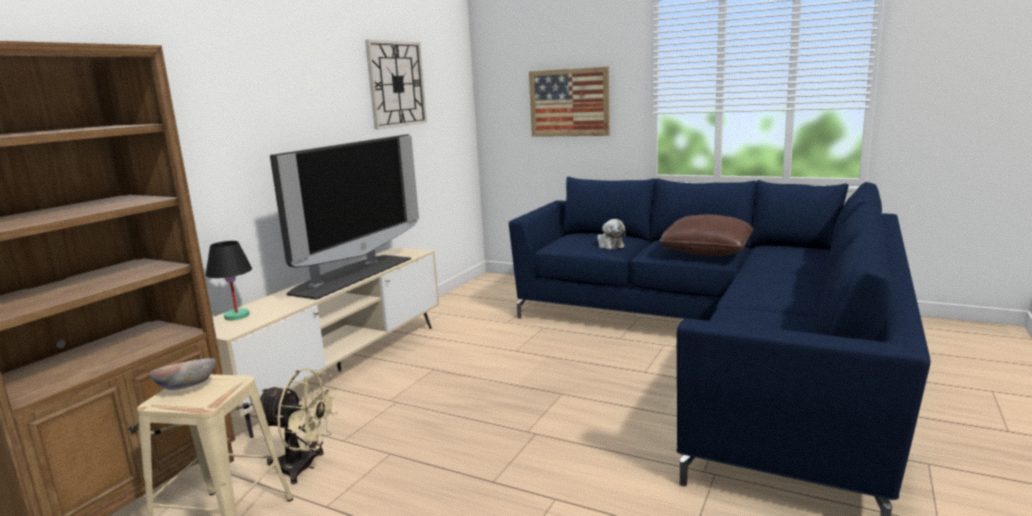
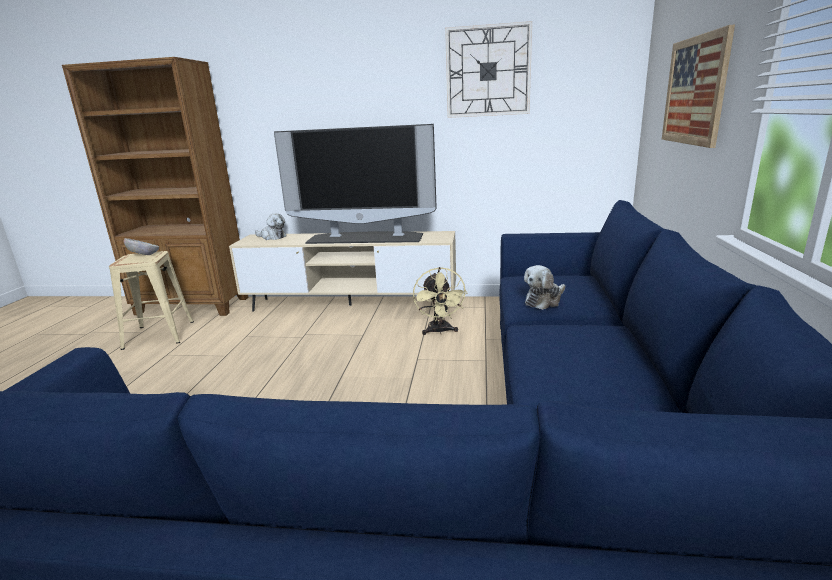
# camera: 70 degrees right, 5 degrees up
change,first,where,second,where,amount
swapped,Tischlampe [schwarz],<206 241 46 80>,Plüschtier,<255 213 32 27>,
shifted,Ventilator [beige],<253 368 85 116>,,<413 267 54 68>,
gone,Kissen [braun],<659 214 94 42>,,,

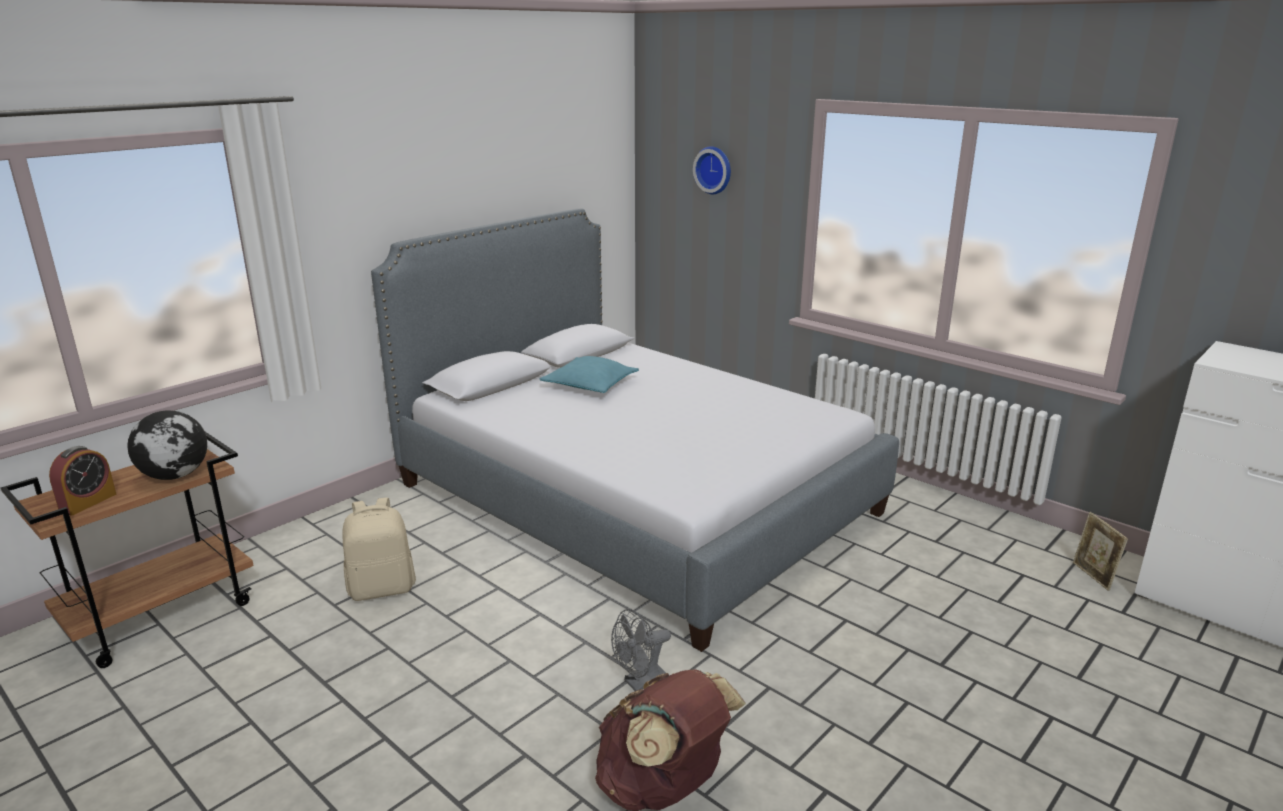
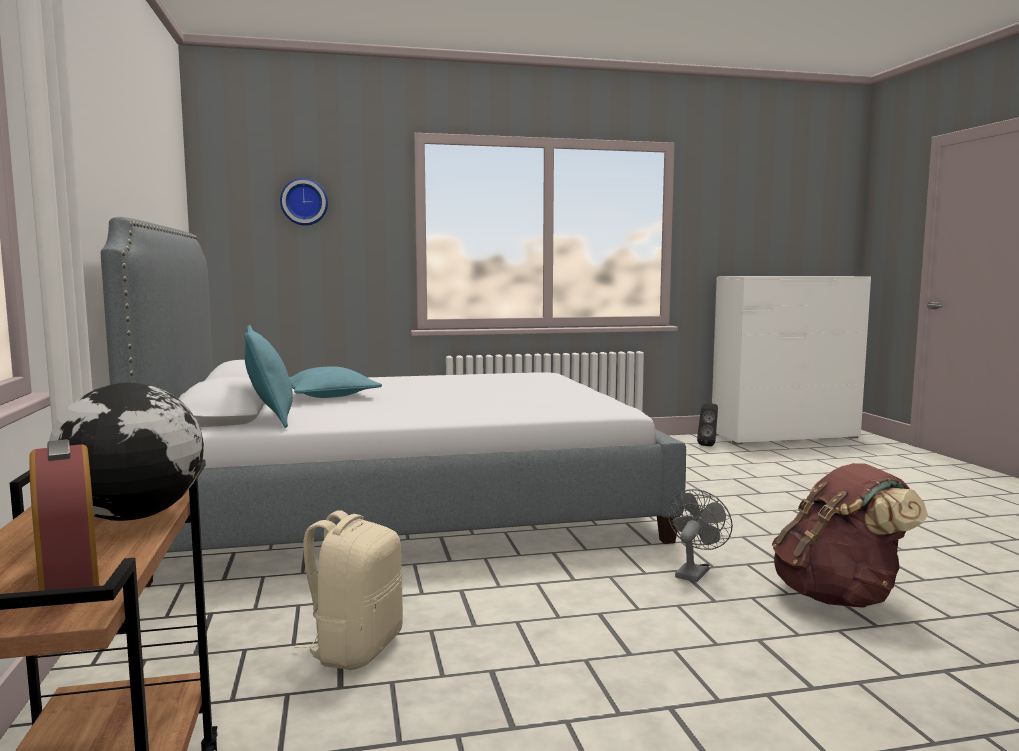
# camera: 55 degrees left, 15 degrees down
change,first,where,second,where,amount
new,,,Kissen [türkis],<245 325 48 103>,
rotated,Ventilator [grau],<611 609 60 82>,,<668 489 65 93>,150 degrees counterclockwise
swapped,Bilderrahmen,<1073 512 55 79>,Lautsprecher [schwarz],<697 403 21 43>,

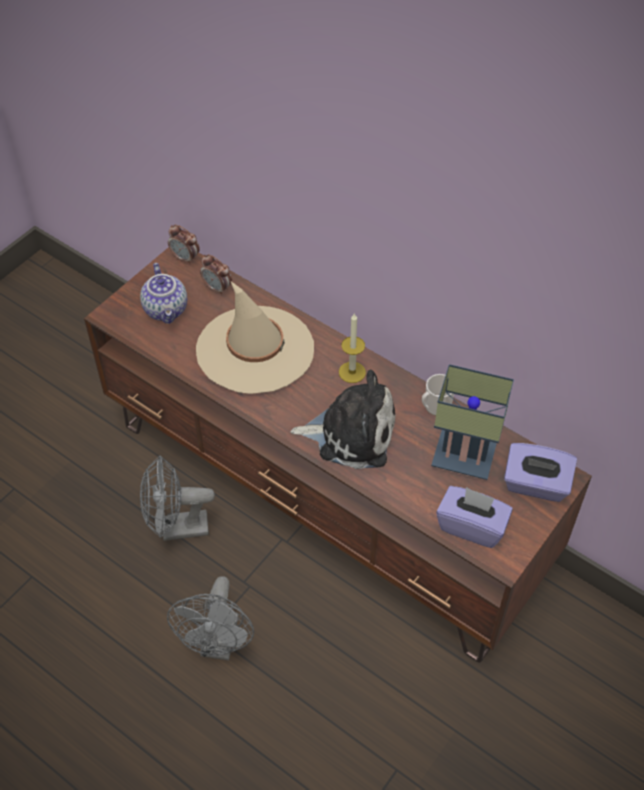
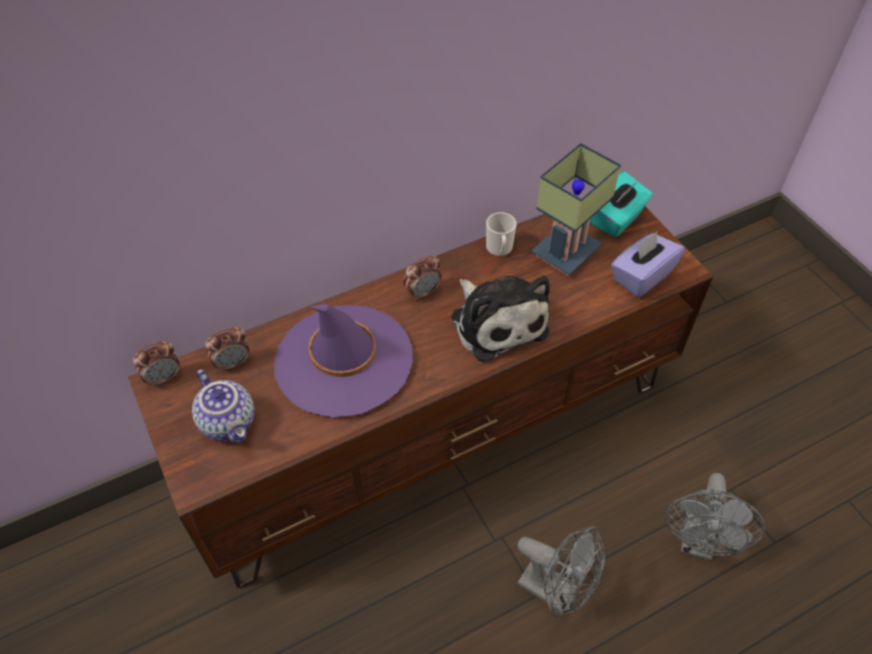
# camera: 65 degrees left, 0 degrees up
change,first,where,second,where,amount
rotated,Teekanne,<140 263 47 61>,,<192 369 63 74>,45 degrees clockwise
repainted,Hut [beige],<196 282 118 112>,Hut [lila],<274 304 139 113>,
swapped,Kerze,<339 313 27 70>,Wecker,<403 255 38 46>,
rotated,Plüschtier,<291 369 105 100>,,<451 276 99 86>,120 degrees clockwise
repainted,Taschentuchbox [lila],<504 443 73 59>,Taschentuchbox [türkis],<590 171 63 66>,
shifted,Ventilator [grau],<140 455 75 86>,,<666 473 99 88>,

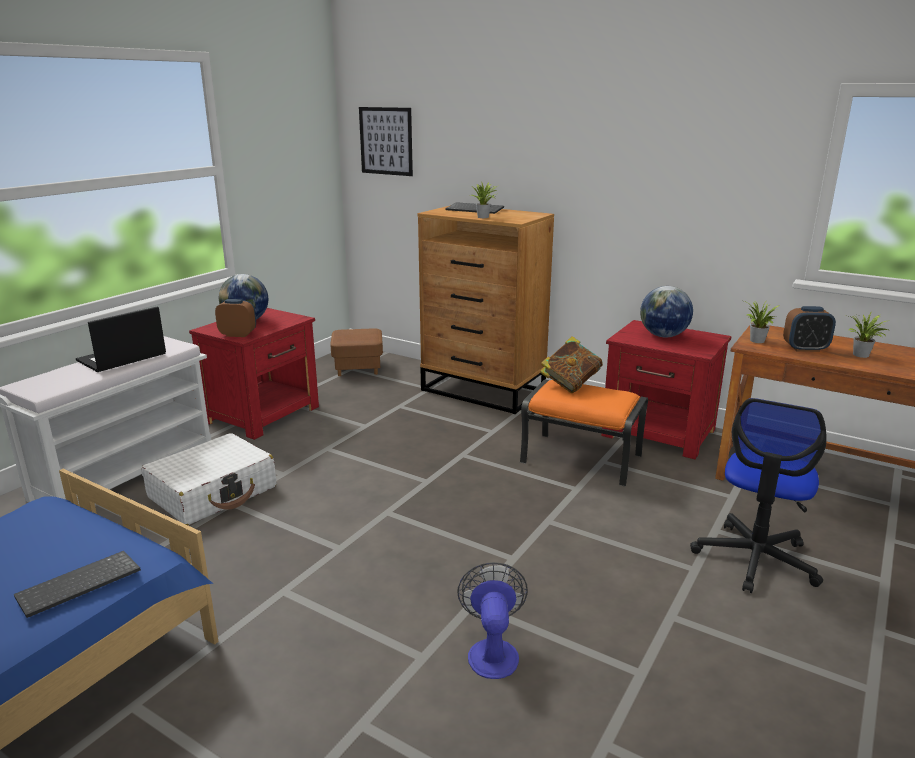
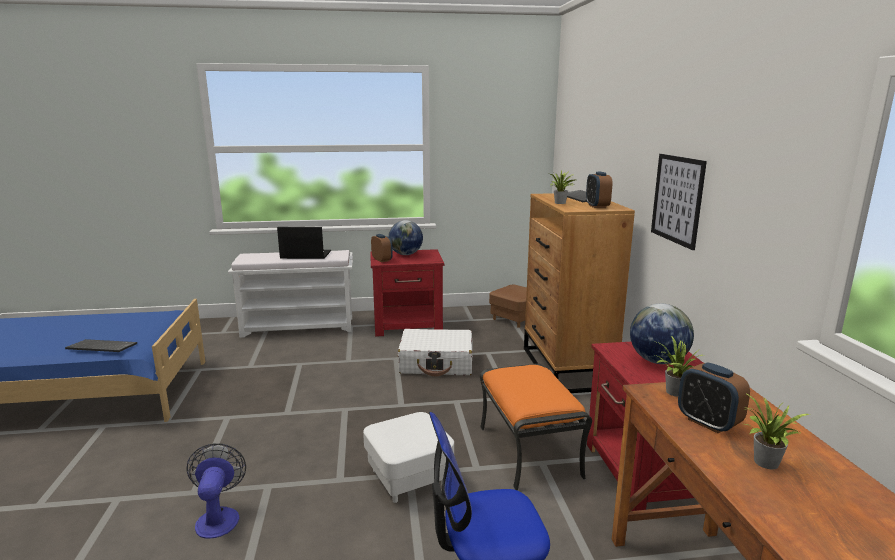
# camera: 50 degrees right, 5 degrees down
change,first,where,second,where,amount
rotated,Ventilator,<457 562 71 117>,,<186 443 60 96>,60 degrees counterclockwise
new,,,Polsterhocker [weiß],<363 412 91 91>,
shifted,Koffer [weiß],<141 433 135 92>,,<398 329 75 47>,
new,,,Wecker,<586 172 26 36>,
shifted,Bild,<359 107 54 69>,,<651 154 56 96>,
gone,Buch,<540 336 63 57>,,,

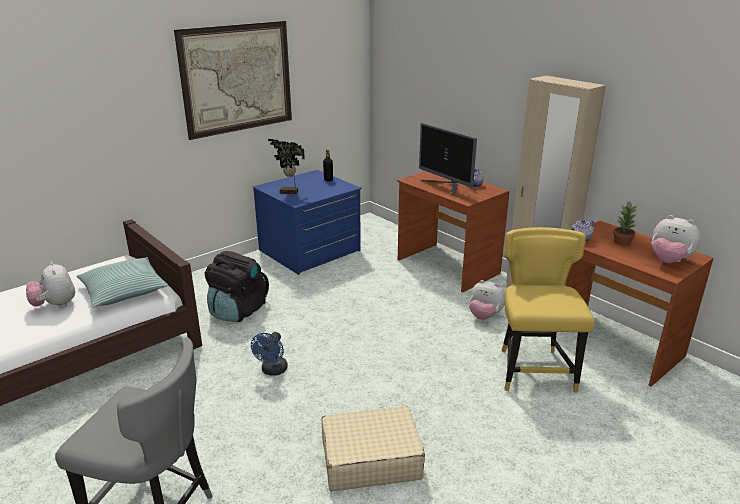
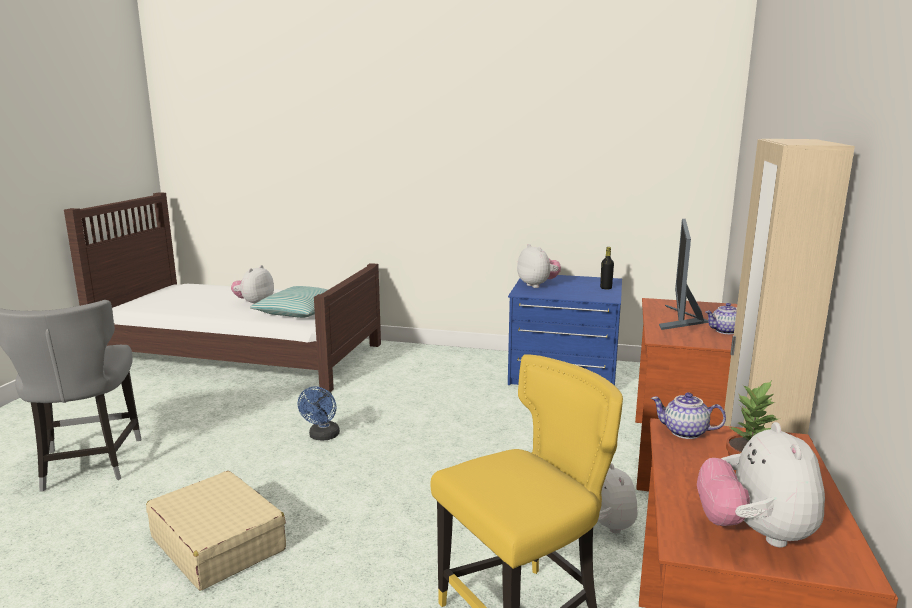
# camera: 55 degrees right, 10 degrees down
change,first,where,second,where,amount
rotated,Ventilator [blau],<251 332 37 44>,,<298 387 42 53>,60 degrees counterclockwise
swapped,Topfpflanze,<268 139 37 55>,Plüschtier,<517 244 44 44>,
gone,Bild,<174 21 118 119>,,,
gone,Rucksack [schwarz],<205 251 64 71>,,,

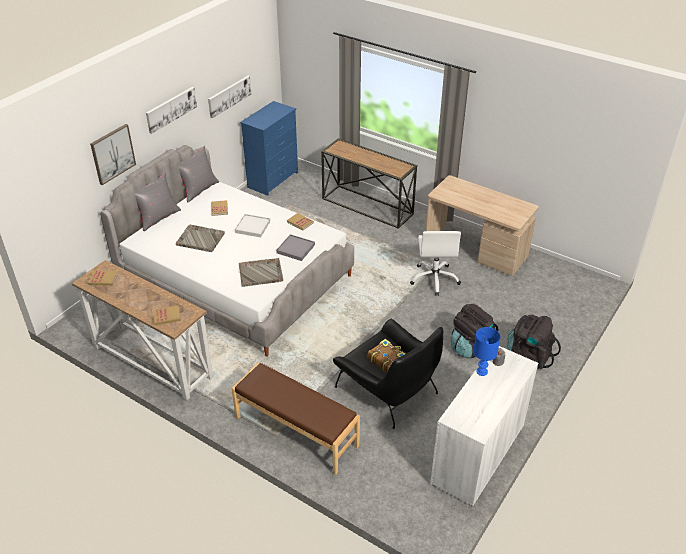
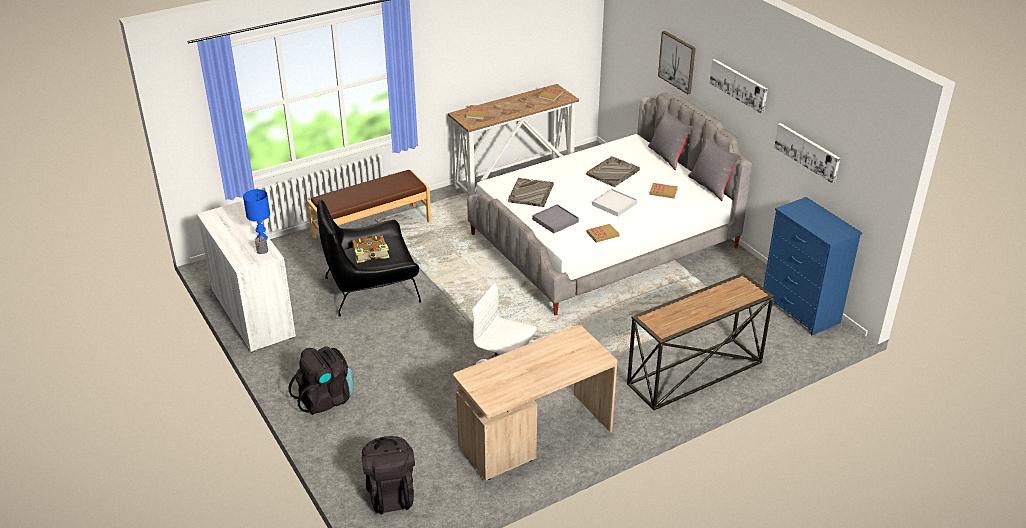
# camera: 115 degrees right, 5 degrees down
change,first,where,second,where,amount
shifted,Rucksack [schwarz],<451 304 47 54>,,<362 436 53 79>,

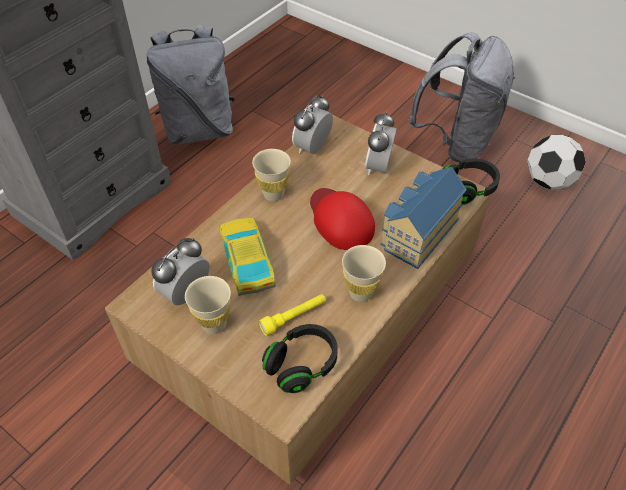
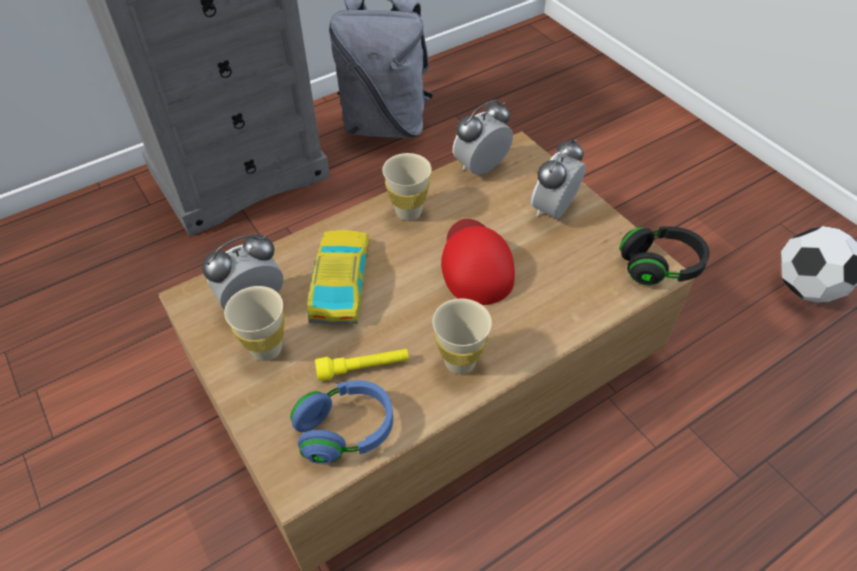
# camera: 20 degrees right, 0 degrees up
change,first,where,second,where,amount
repainted,Kopfhörer [schwarz],<262 324 76 69>,Kopfhörer [blau],<290 380 103 84>,
gone,Spielzeughaus,<380 167 87 102>,,,
gone,Rucksack [grau],<408 32 107 131>,,,

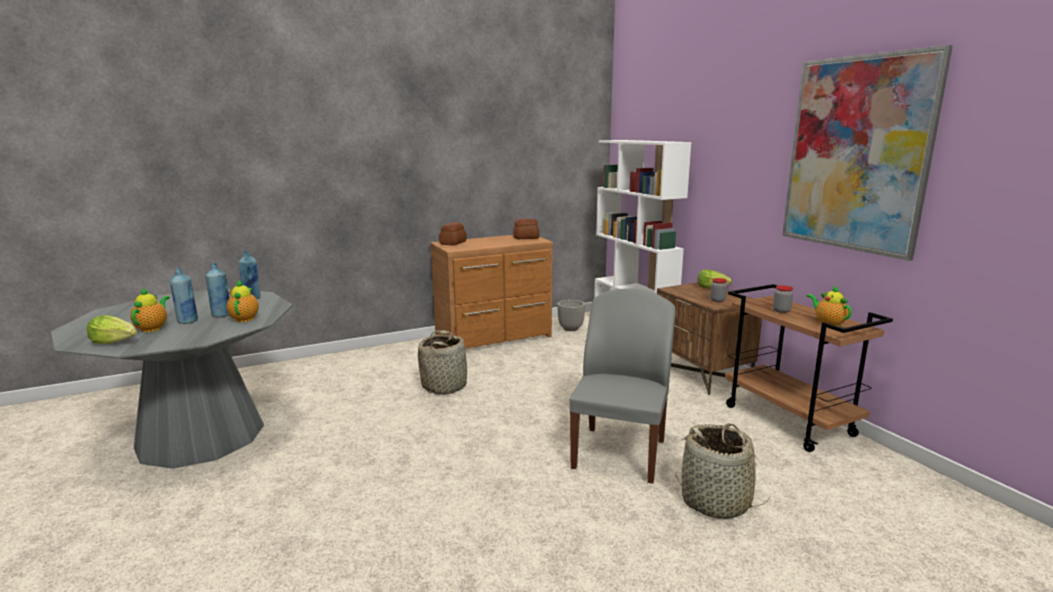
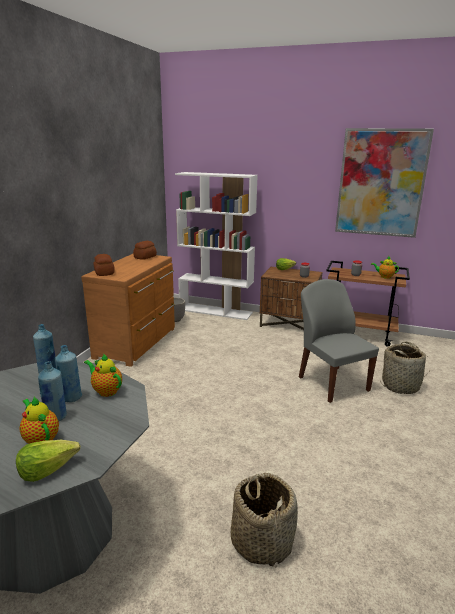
# camera: 45 degrees left, 5 degrees up
change,first,where,second,where,amount
shifted,Korb,<418 330 49 65>,,<231 473 67 94>,

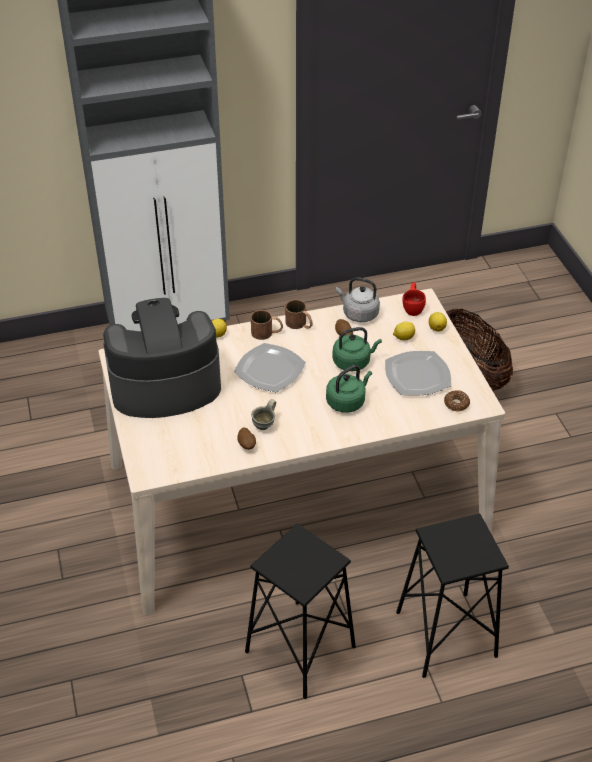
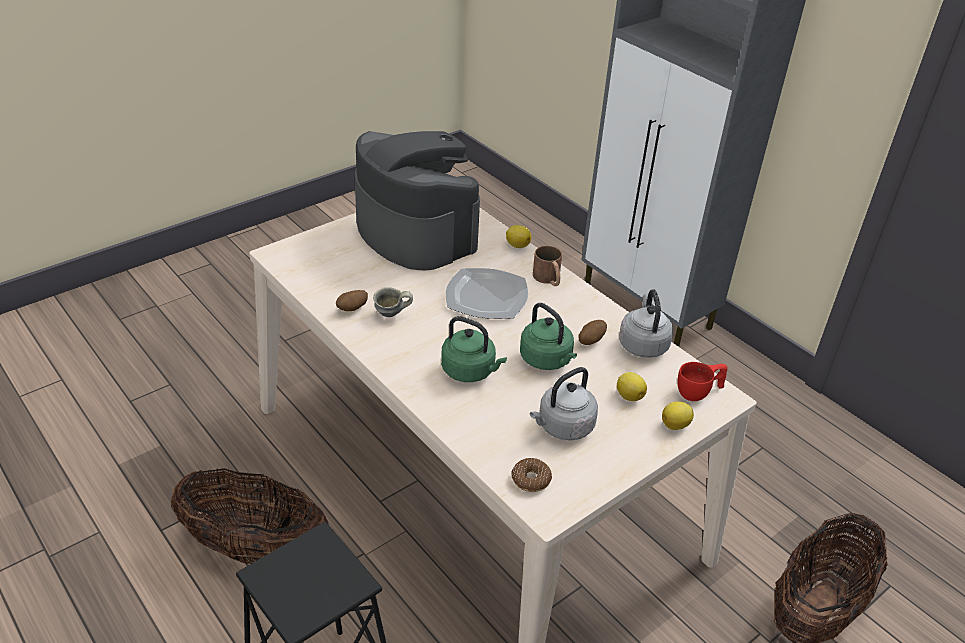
# camera: 65 degrees right, 5 degrees down
change,first,where,second,where,amount
swapped,Hocker [schwarz],<245 524 111 175>,Korb,<170 468 158 96>,
swapped,Teller,<385 351 66 45>,Wasserkessel [grau],<530 367 68 73>,
gone,Henkelbecher [braun],<285 300 28 29>,,,

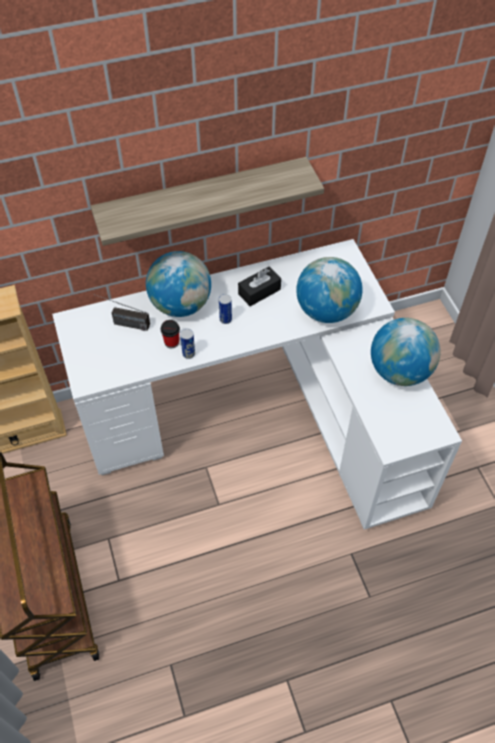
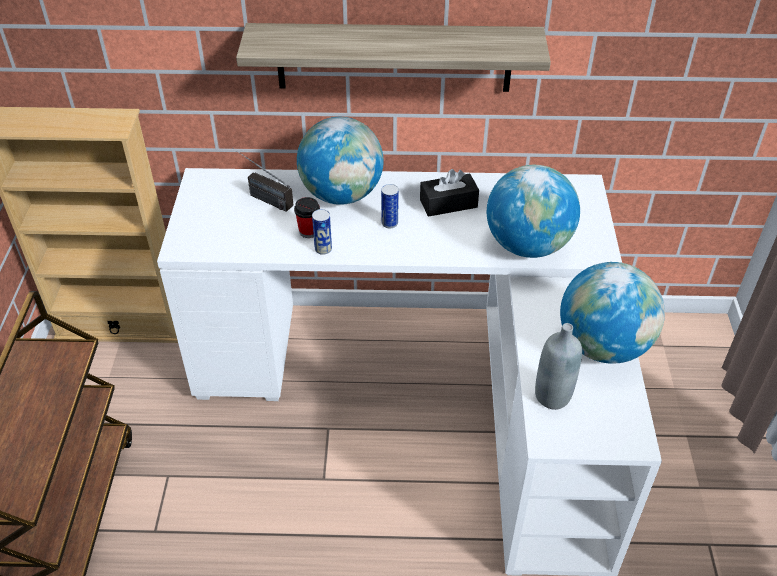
# camera: 20 degrees right, 10 degrees down
change,first,where,second,where,amount
new,,,Flasche [grau],<535 323 47 87>,

